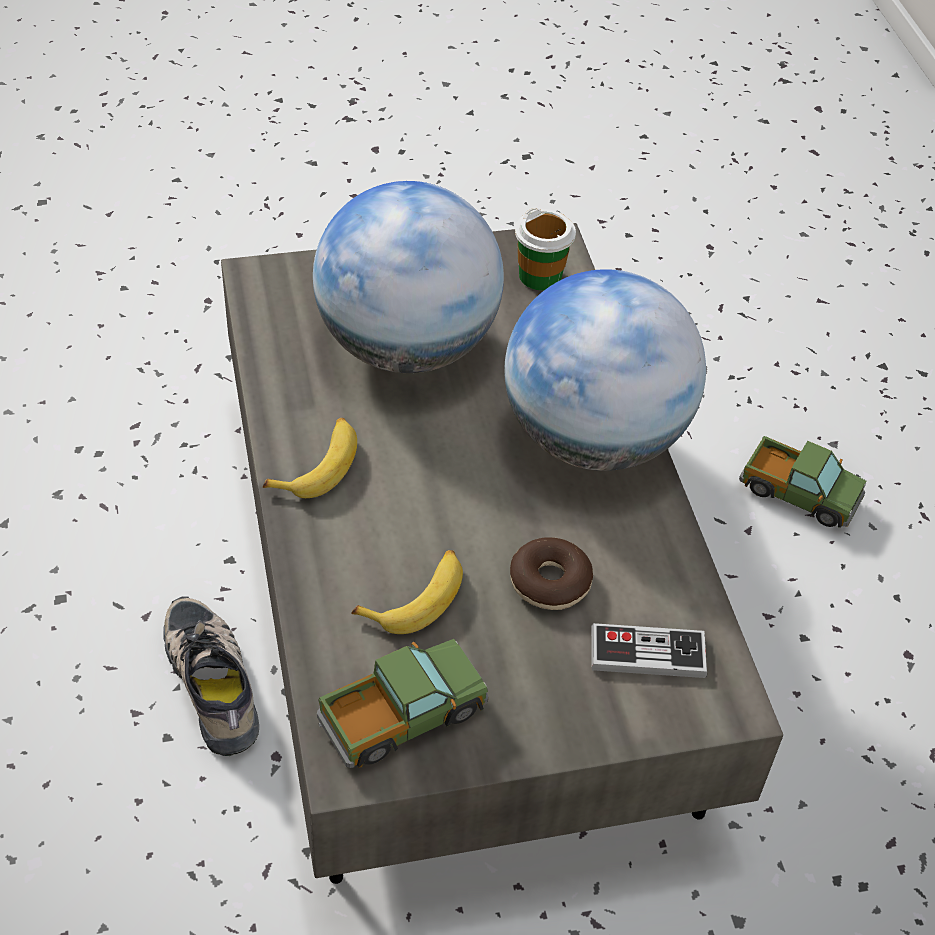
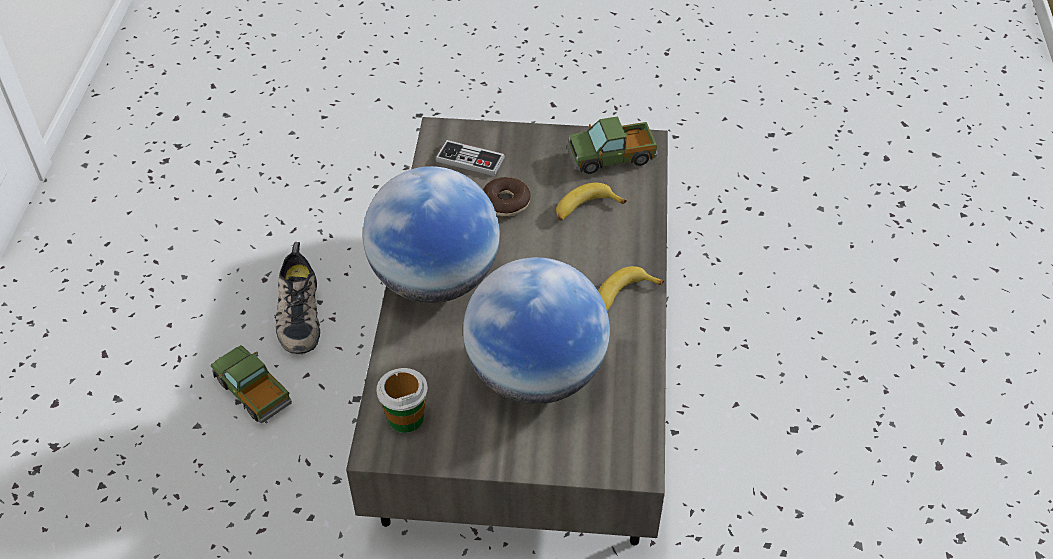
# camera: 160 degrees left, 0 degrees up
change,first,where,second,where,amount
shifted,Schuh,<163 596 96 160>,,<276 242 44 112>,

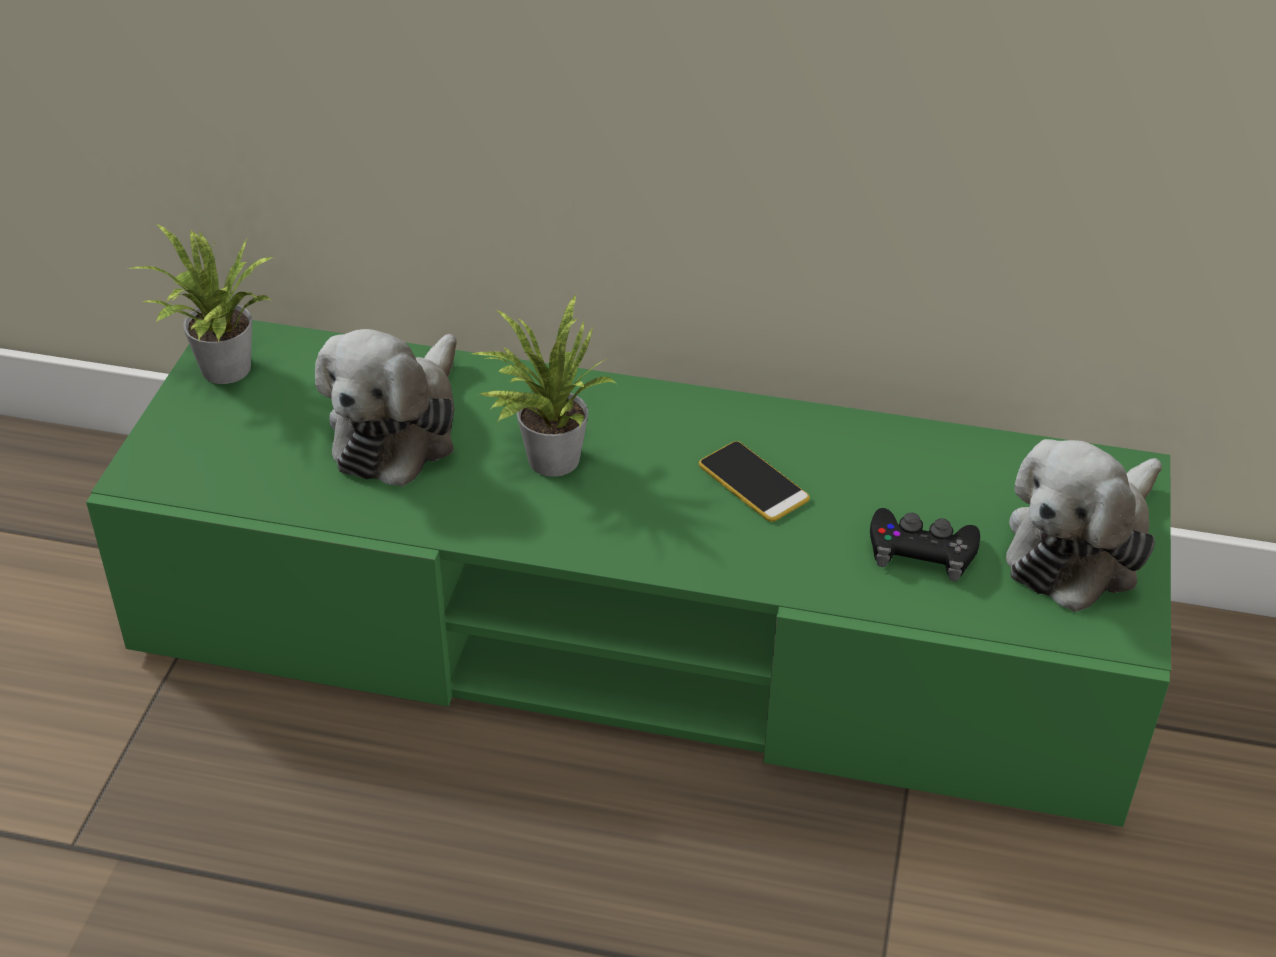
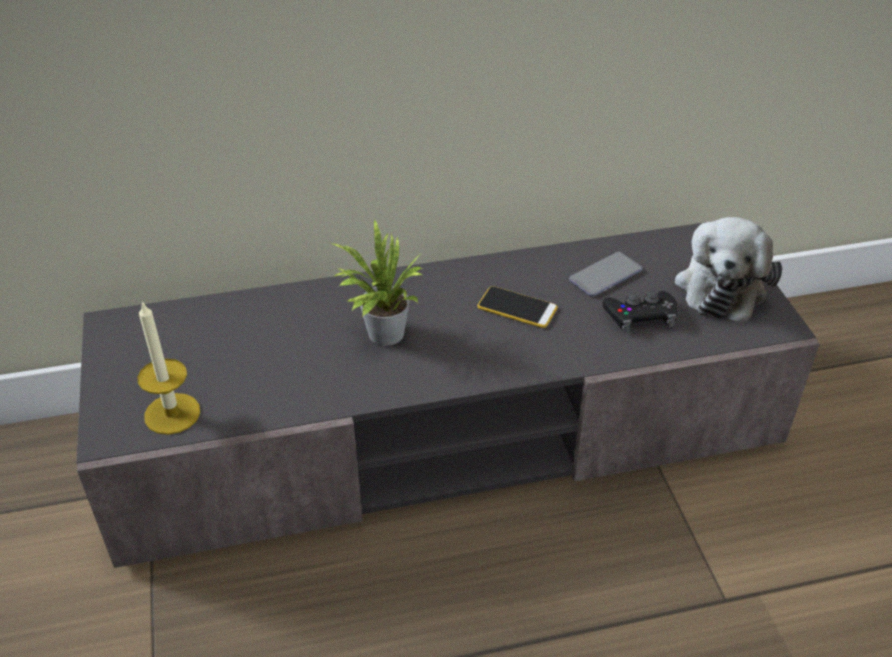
# camera: 25 degrees left, 0 degrees up
change,first,where,second,where,amount
repainted,Fernsehschrank [grün],<86 320 1085 507>,Fernsehschrank [grau],<77 221 742 347>,
new,,,Kerze,<137 301 63 134>,
new,,,Handy,<569 252 73 45>,
gone,Topfpflanze,<129 223 145 161>,,,
gone,Plüschtier,<315 329 142 158>,,,

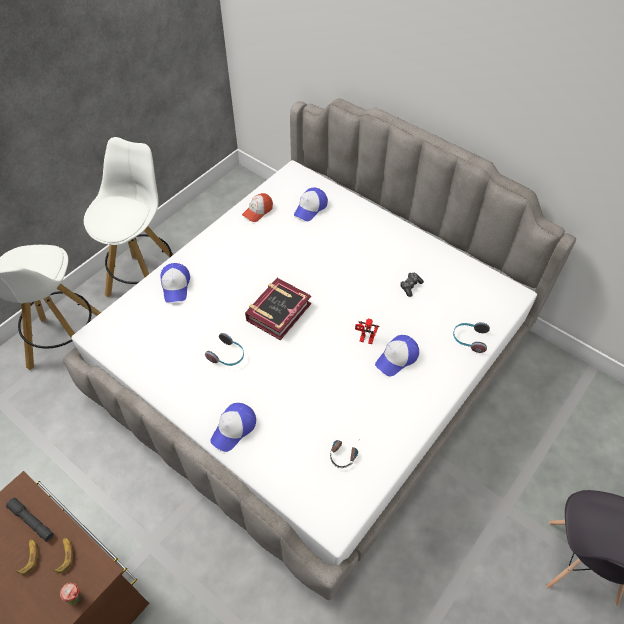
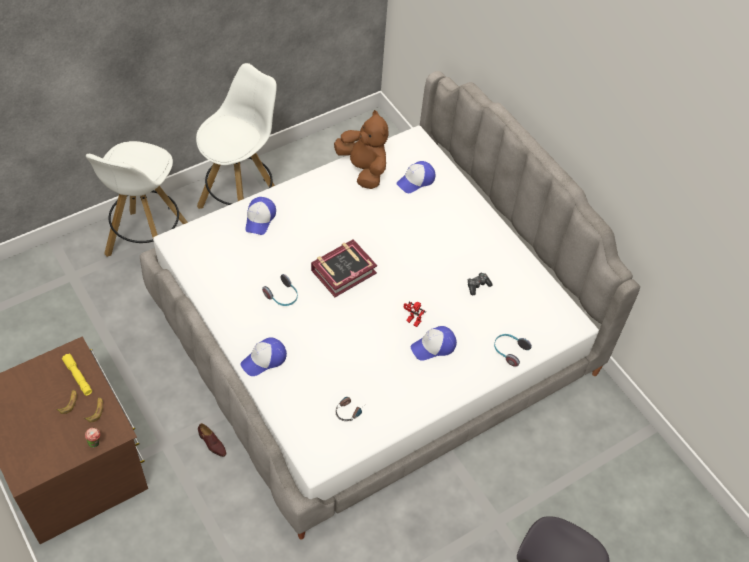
# camera: 15 degrees right, 0 degrees up
change,first,where,second,where,amount
repainted,Taschenlampe [grau],<6 497 48 45>,Taschenlampe [gelb],<62 354 30 42>,
new,,,Schuh [braun],<198 423 28 34>,
swapped,Kappe,<242 193 31 29>,Plüschtier [braun],<334 110 55 79>,

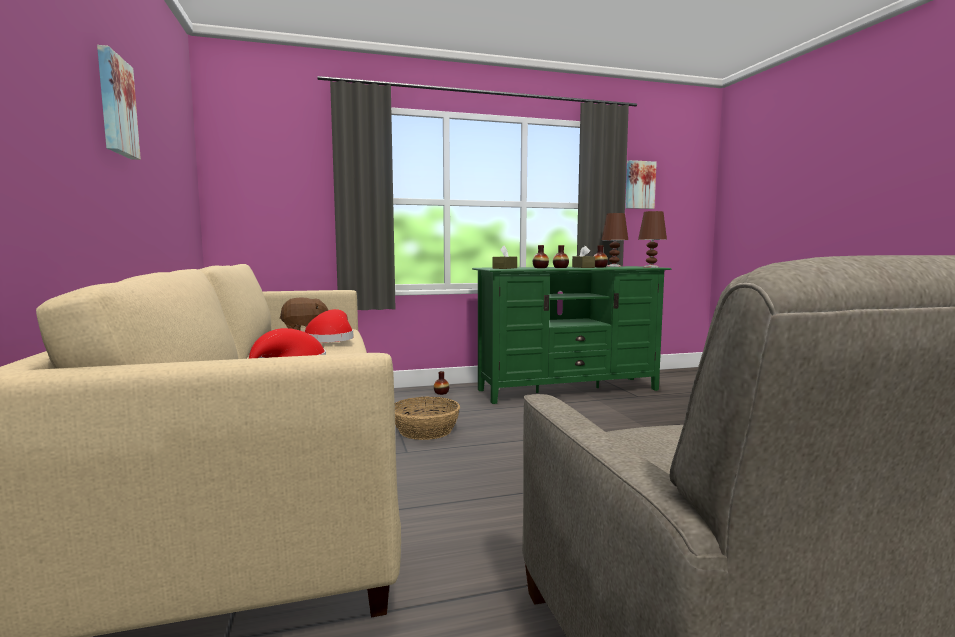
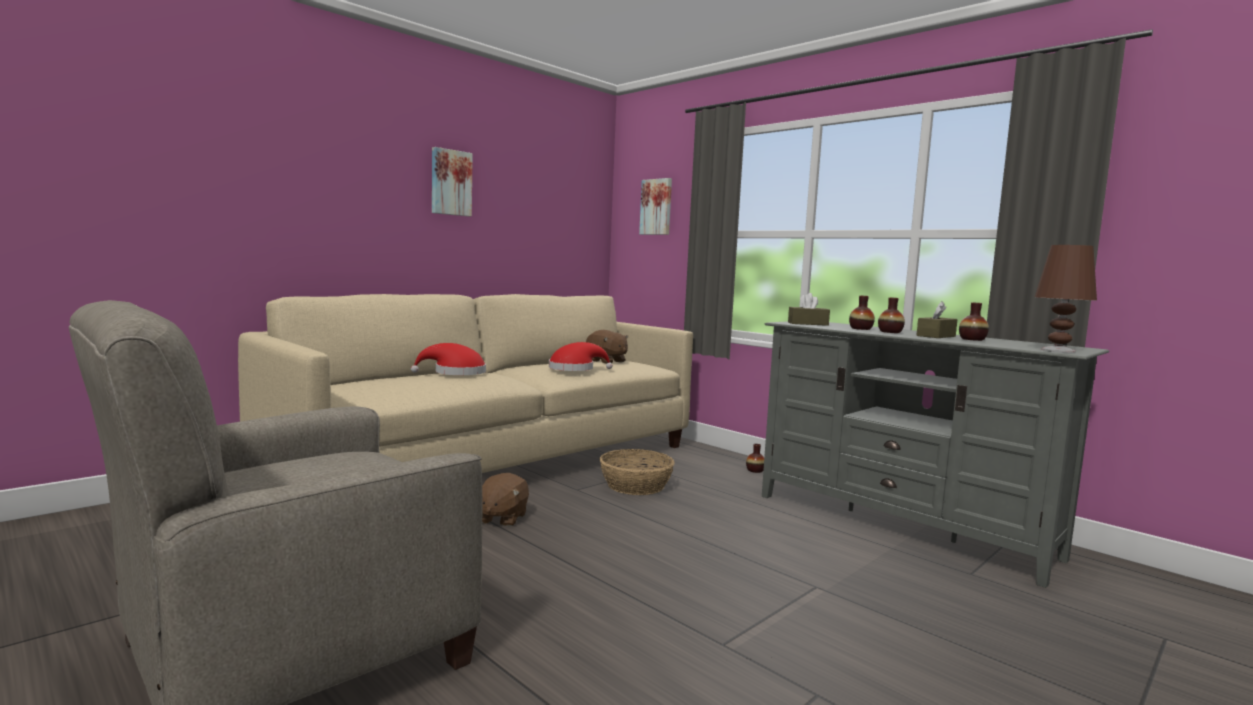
# camera: 60 degrees right, 0 degrees up
change,first,where,second,where,amount
new,,,Plüschtier [braun],<482 473 47 54>,
shifted,Bild,<625 160 32 49>,,<639 178 33 57>,
repainted,Fernsehschrank [grün],<472 266 199 138>,Fernsehschrank [grau],<762 321 347 267>,
gone,Tischlampe [braun],<602 213 26 54>,,,

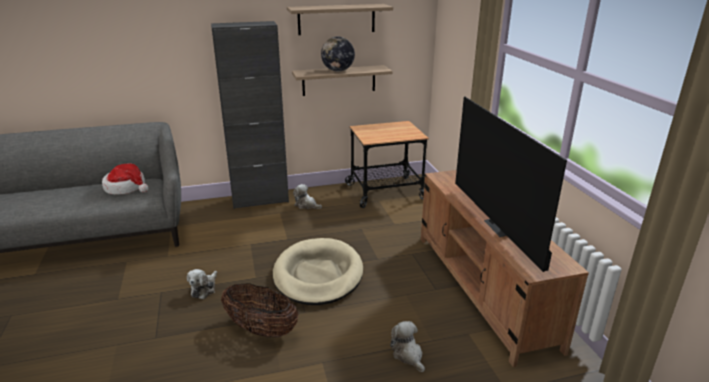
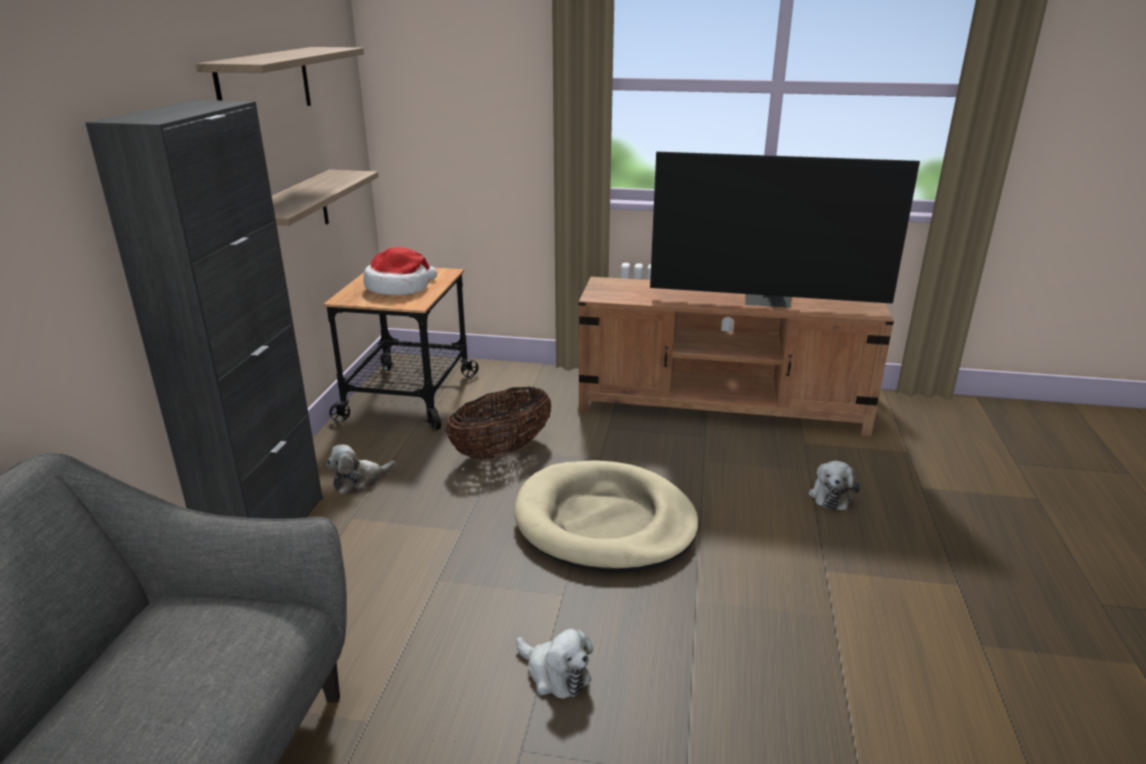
# camera: 65 degrees left, 0 degrees up
change,first,where,second,where,amount
shifted,Hut,<102 164 46 31>,,<364 247 73 48>,
shifted,Korb,<221 283 77 54>,,<446 387 106 73>,
rotated,Plüschtier,<390 321 35 51>,,<809 461 51 50>,75 degrees counterclockwise
gone,Globus,<321 37 34 35>,,,

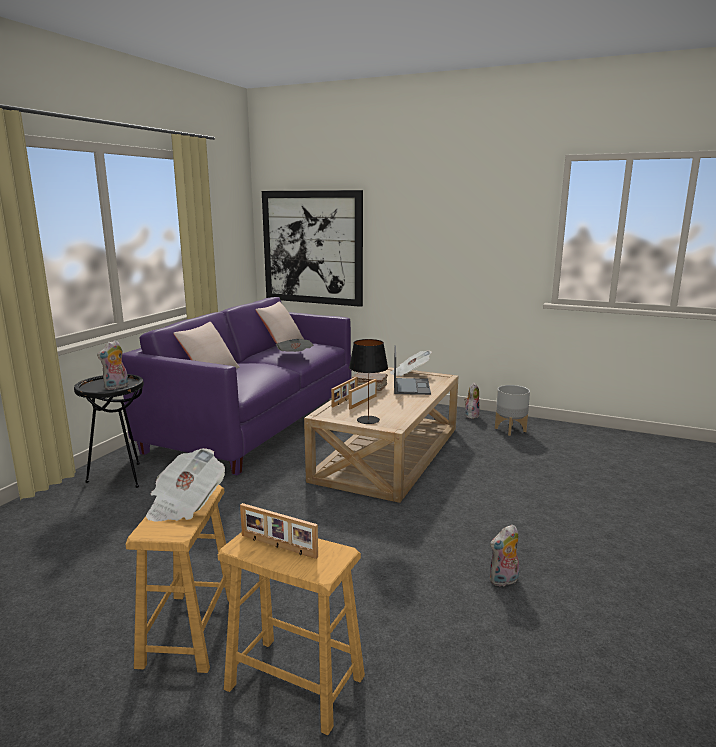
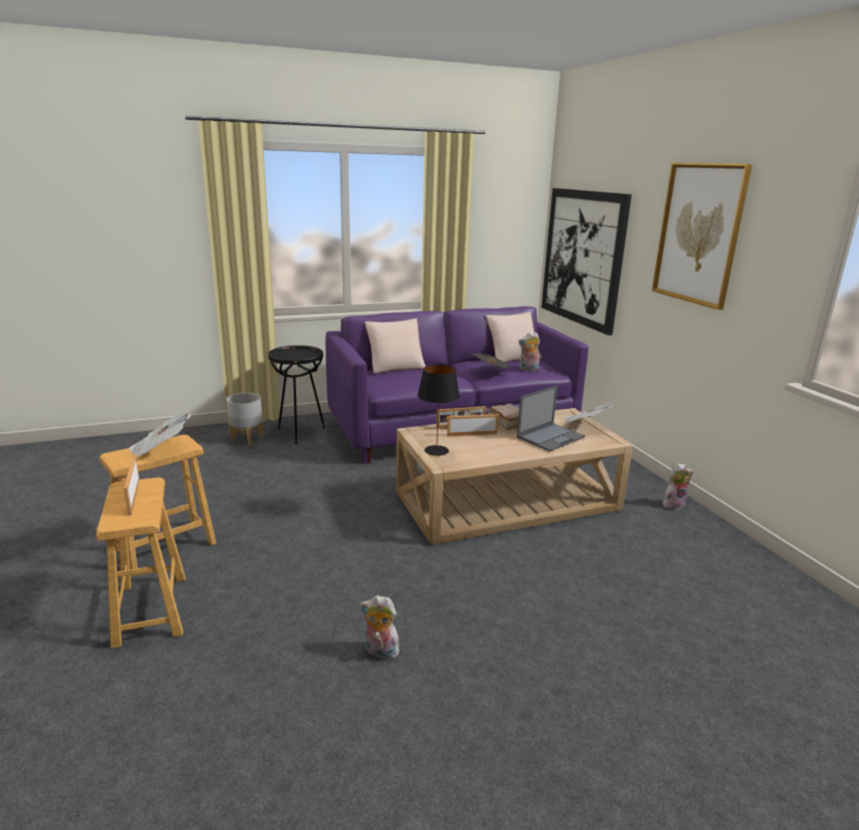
# camera: 45 degrees right, 5 degrees up
change,first,where,second,where,amount
shifted,Pflanzkübel [grau],<495 385 35 51>,,<226 393 38 53>,
shifted,Plüschtier,<97 340 32 50>,,<518 332 22 39>,
new,,,Bild,<652 163 100 147>,

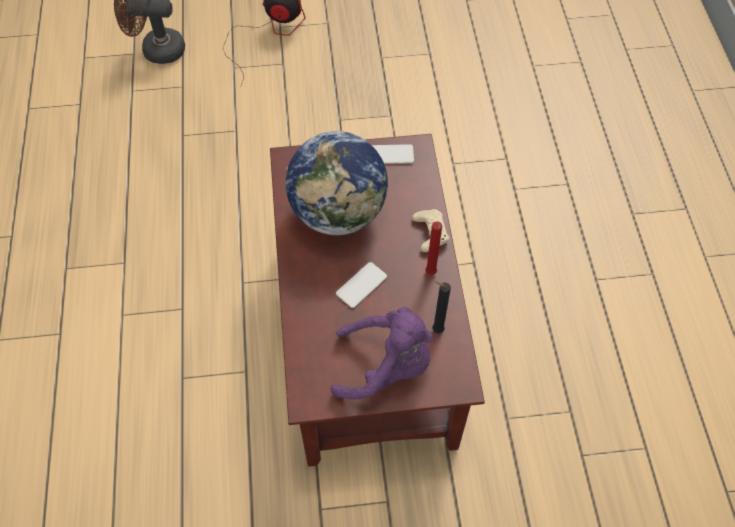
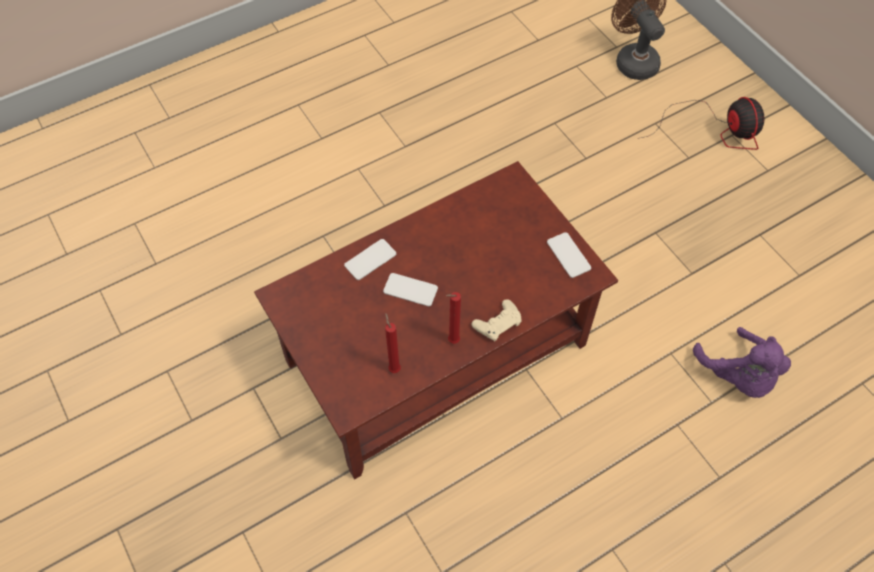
# camera: 65 degrees right, 0 degrees up
change,first,where,second,where,amount
new,,,Handy,<344 239 52 41>,
repainted,Kerze [schwarz],<432 281 19 53>,Kerze [rot],<385 313 16 60>,
shifted,Plüschtier [lila],<331 307 103 92>,,<693 327 98 71>,
gone,Globus,<285 131 103 104>,,,

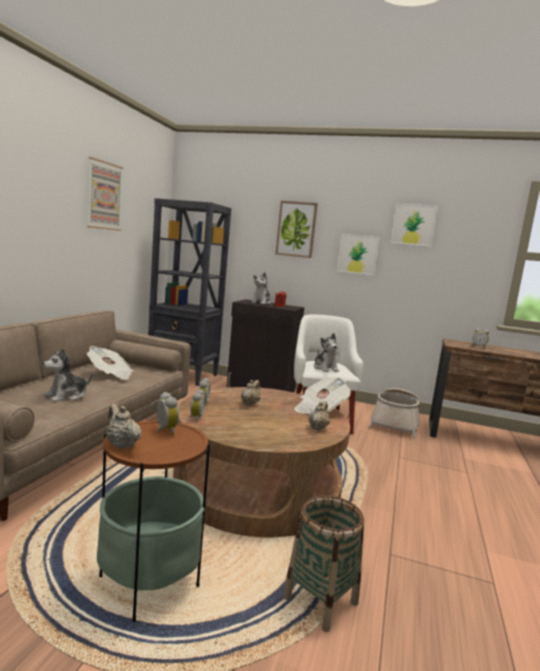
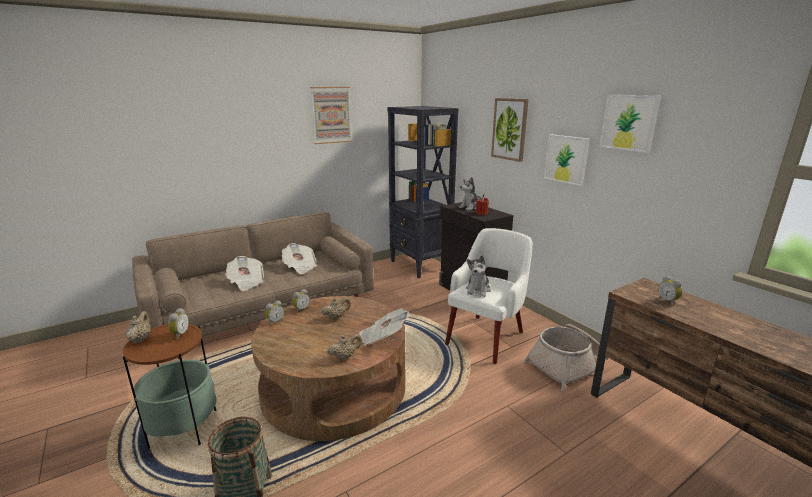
# camera: 40 degrees right, 10 degrees up
change,first,where,second,where,amount
swapped,Plüschtier,<43 348 50 54>,Zeitung,<225 256 39 35>,

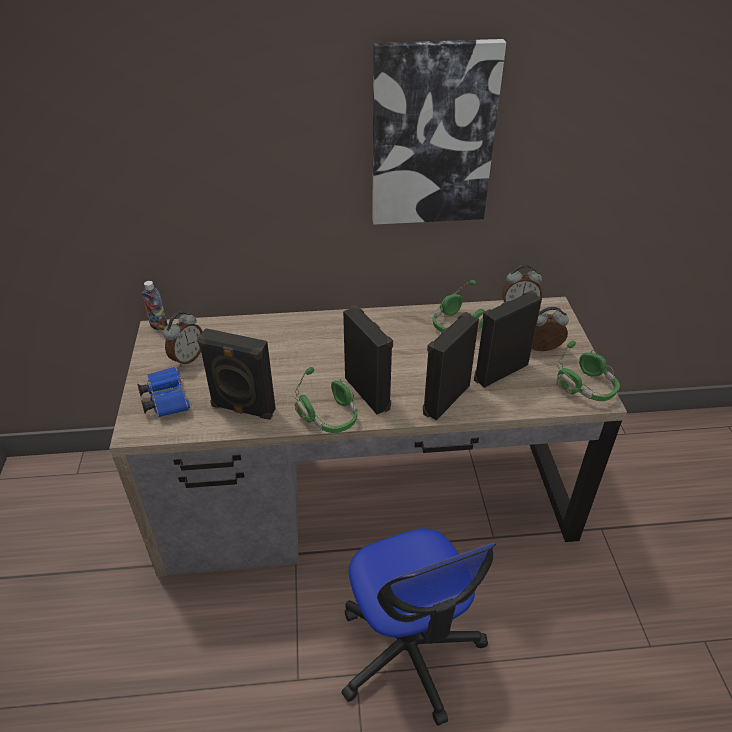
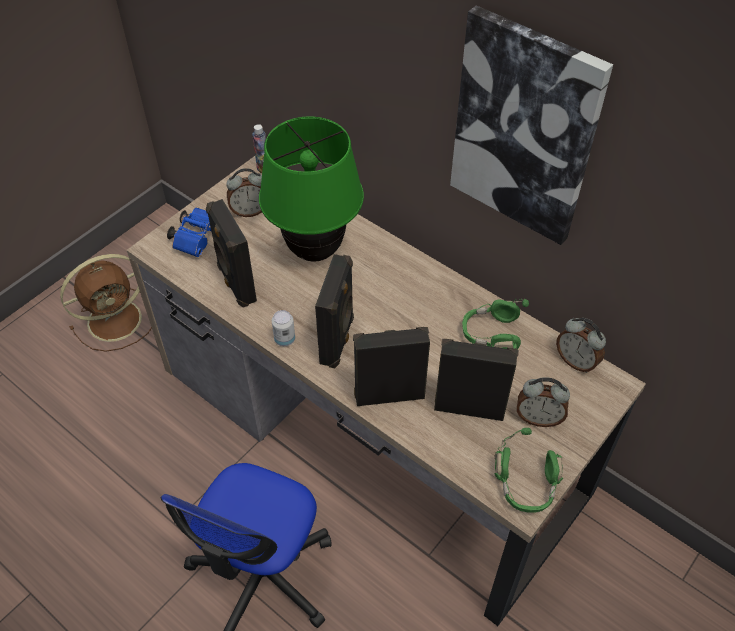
# camera: 45 degrees right, 10 degrees up
change,first,where,second,where,amount
new,,,Ventilator [braun],<60 254 92 98>,
new,,,Tischlampe [grün],<259 116 105 146>,
swapped,Kopfhörer [grün],<295 367 62 66>,Dose,<272 310 23 36>,
rotated,Wecker,<532 307 37 44>,,<517 377 53 50>,150 degrees clockwise

